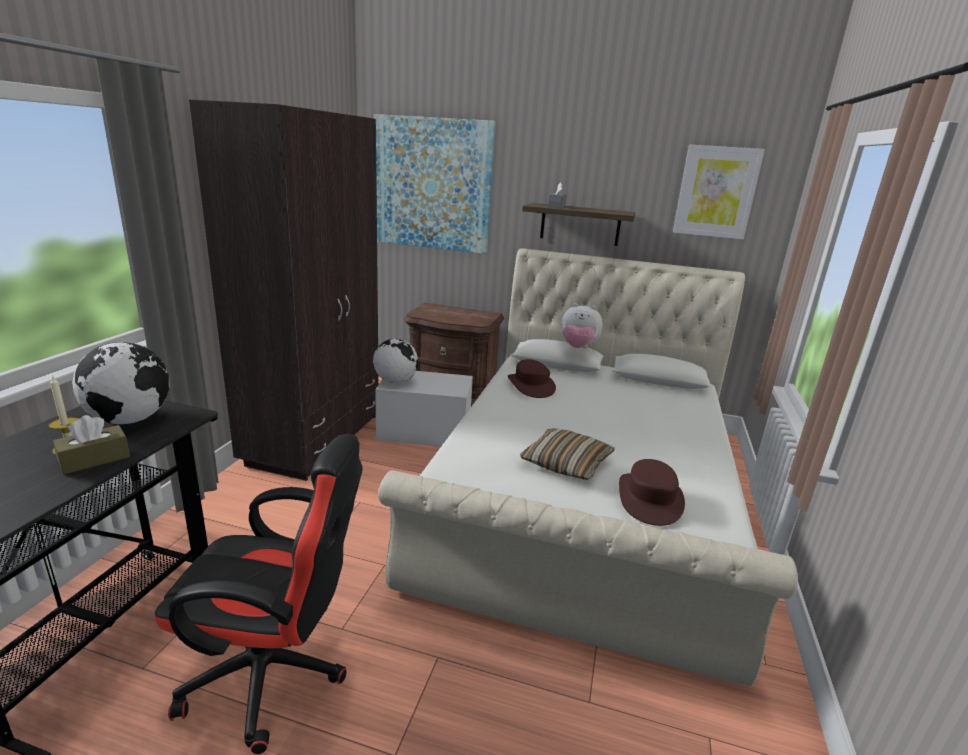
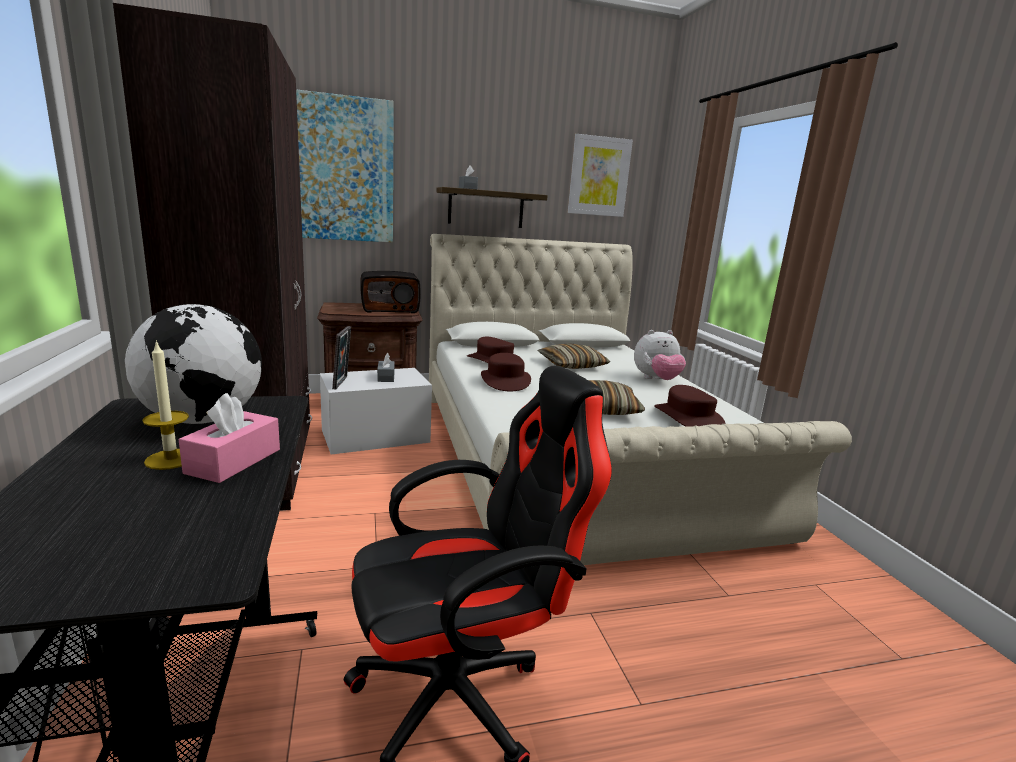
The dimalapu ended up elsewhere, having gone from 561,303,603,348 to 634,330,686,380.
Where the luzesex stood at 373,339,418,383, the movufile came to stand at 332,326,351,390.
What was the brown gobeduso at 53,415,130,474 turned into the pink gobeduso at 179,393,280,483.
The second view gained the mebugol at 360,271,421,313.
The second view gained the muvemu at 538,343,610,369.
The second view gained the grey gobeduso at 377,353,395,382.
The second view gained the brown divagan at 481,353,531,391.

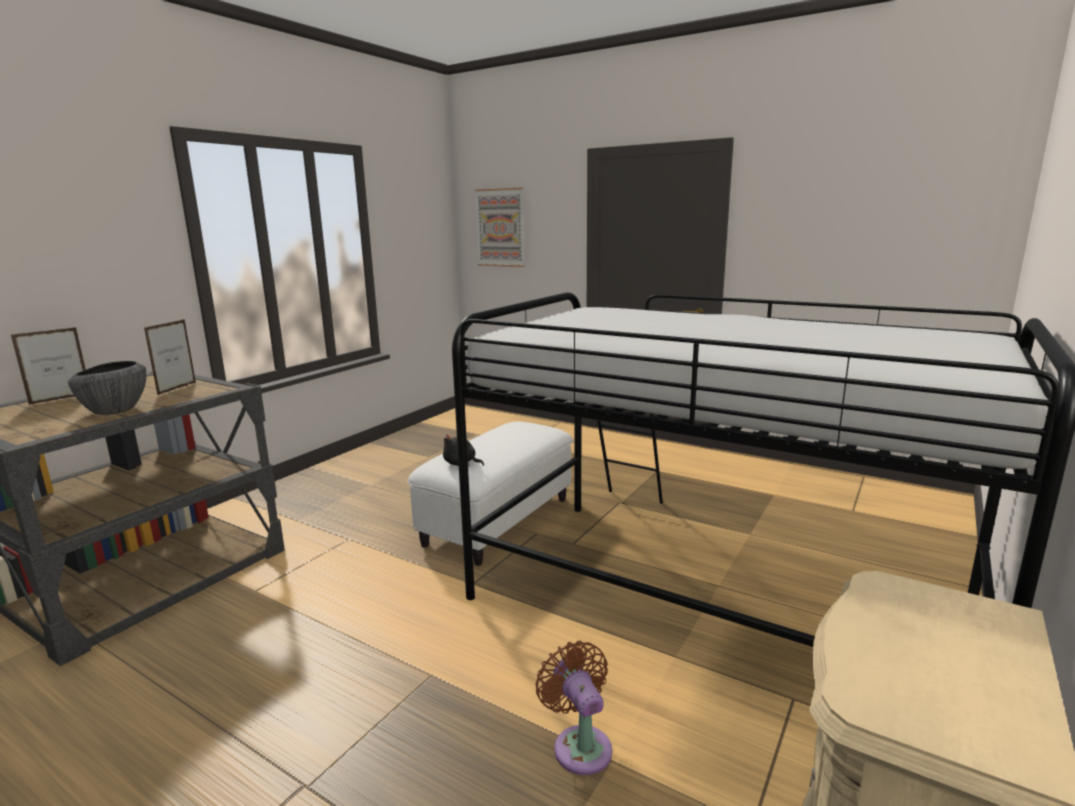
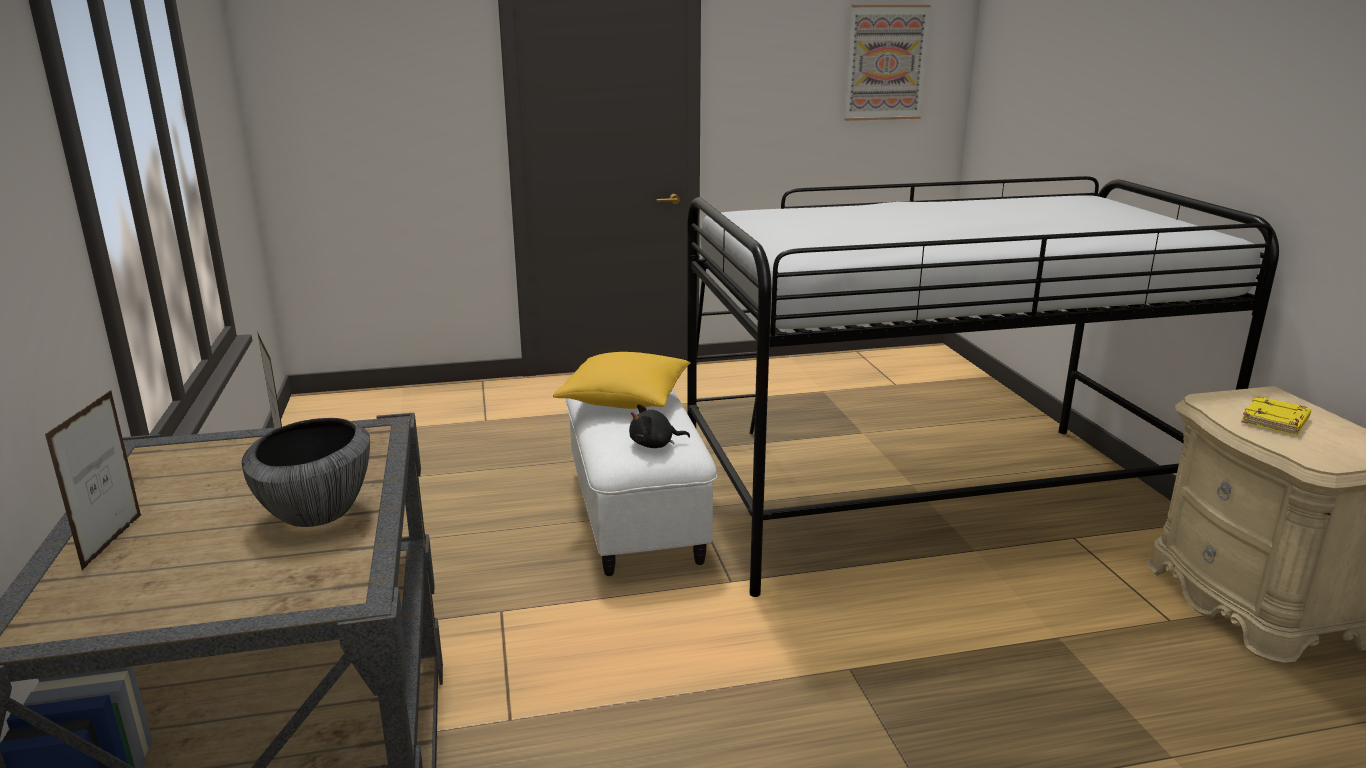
The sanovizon ended up elsewhere, having gone from 475,188,525,267 to 845,5,931,121.
The second view lost the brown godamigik at 536,641,612,775.
The second view gained the yellow muvemu at 553,352,690,409.
The second view gained the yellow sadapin at 1241,396,1311,435.

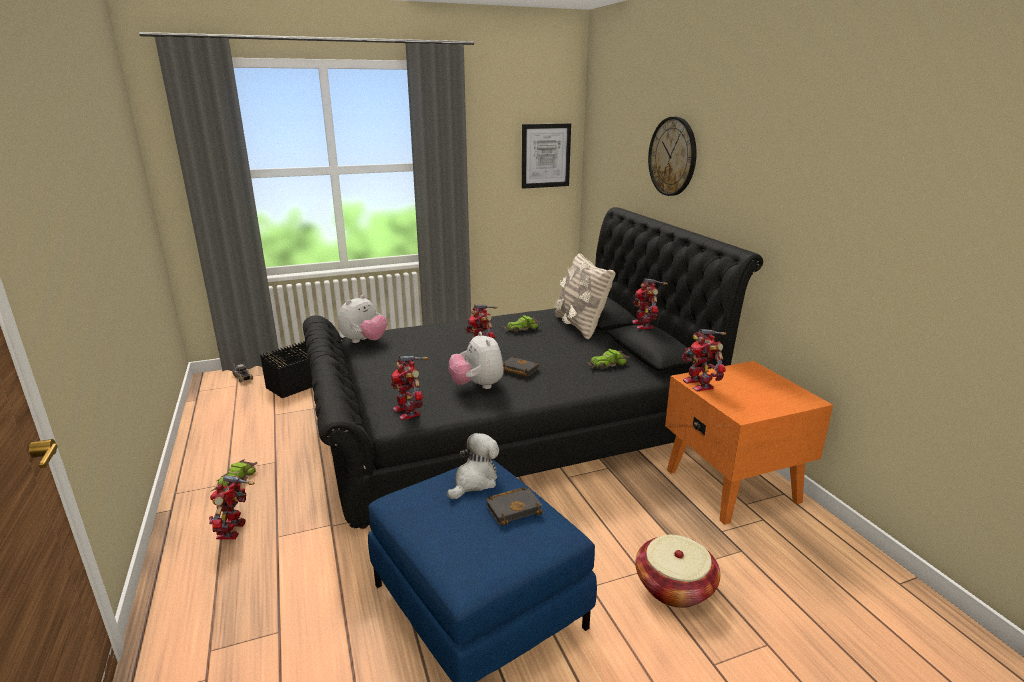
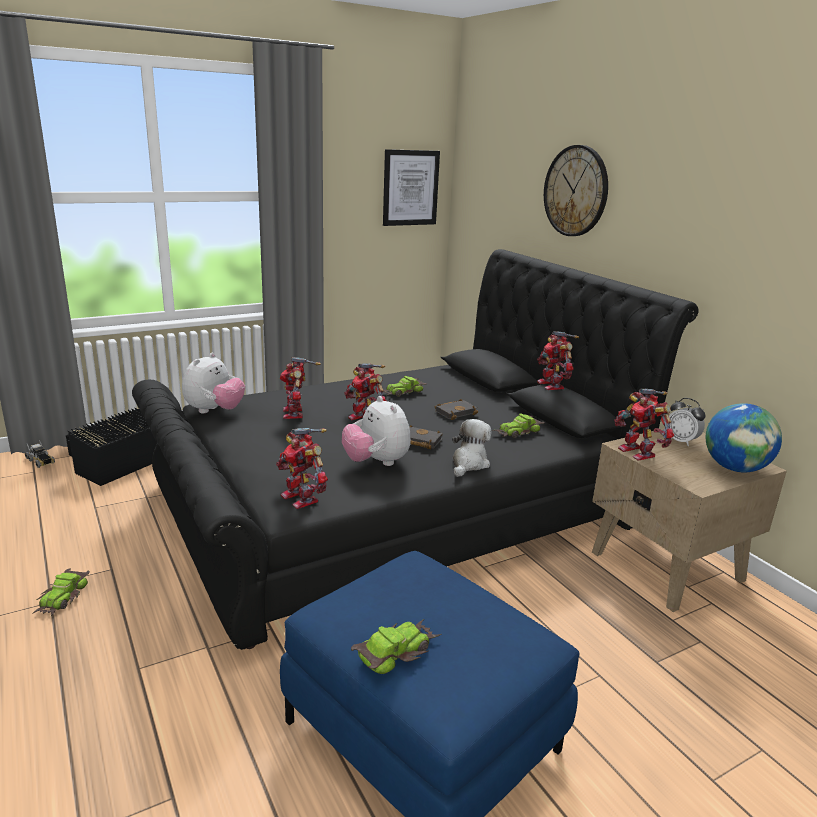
The second view lost the beige muvemu at 554,253,615,339.
What was the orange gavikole at 665,361,833,525 turned into the beige gavikole at 592,428,787,612.
The dimalapu ended up elsewhere, having gone from 447,433,499,499 to 452,419,491,477.
The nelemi ended up elsewhere, having gone from 209,475,254,539 to 280,357,321,419.
The black sadapin ended up elsewhere, having gone from 486,487,543,526 to 435,399,478,420.
The second view lost the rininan at 635,535,720,608.
The second view gained the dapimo at 669,398,705,446.
The second view gained the luzesex at 706,403,782,472.
The second view gained the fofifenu at 351,619,442,674.

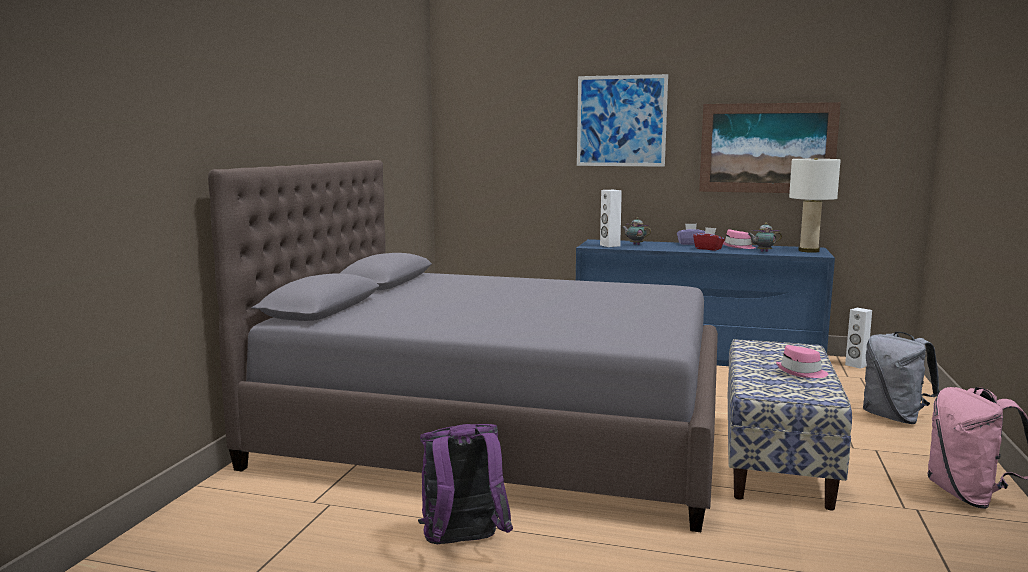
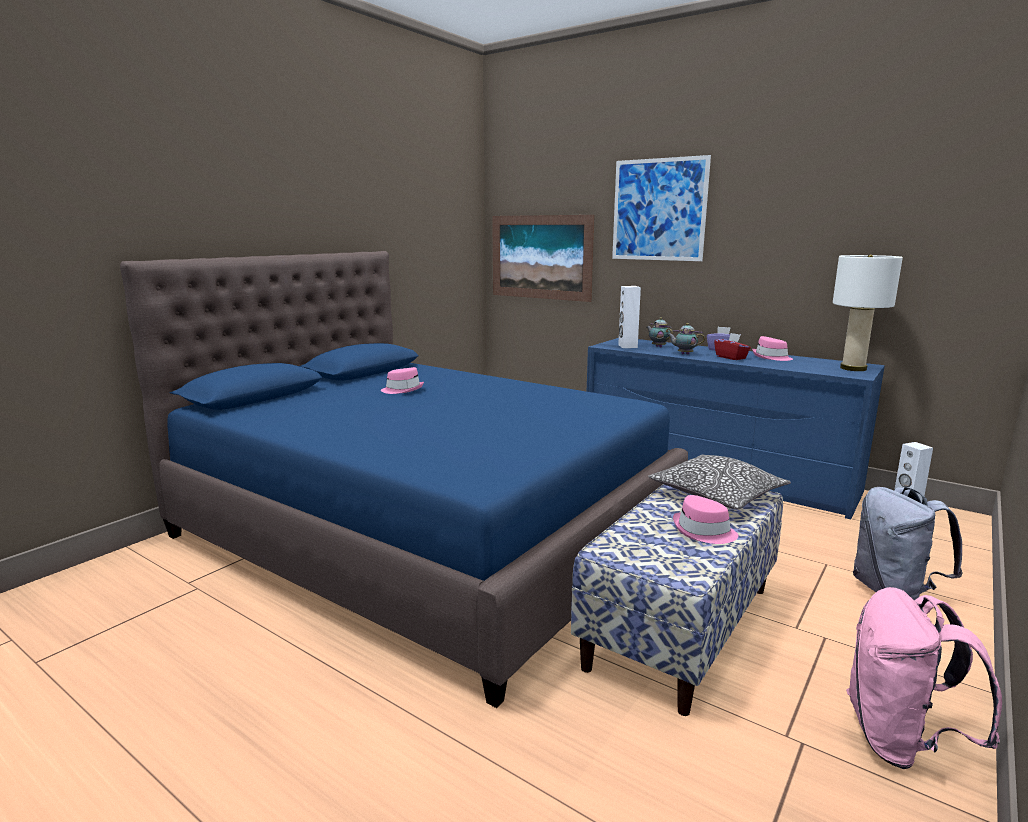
The sanovizon ended up elsewhere, having gone from 699,102,841,193 to 492,215,595,302.
What was the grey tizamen at 208,160,718,532 turned into the blue tizamen at 120,251,688,708.
The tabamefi ended up elsewhere, having gone from 748,223,782,252 to 667,323,705,355.
The second view lost the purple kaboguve at 418,424,513,544.
The second view gained the pink divagan at 381,367,424,394.
The second view gained the muvemu at 648,454,791,509.

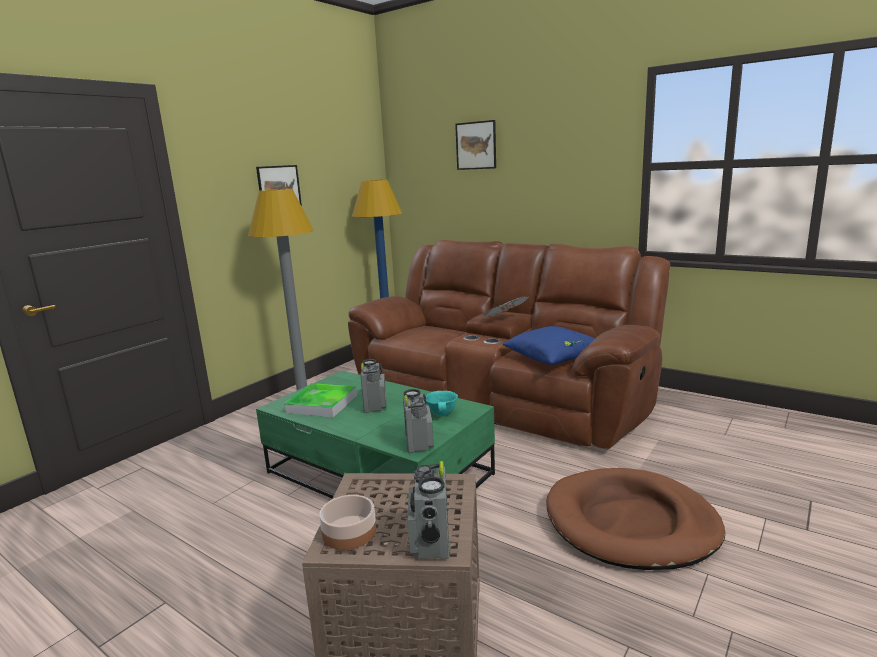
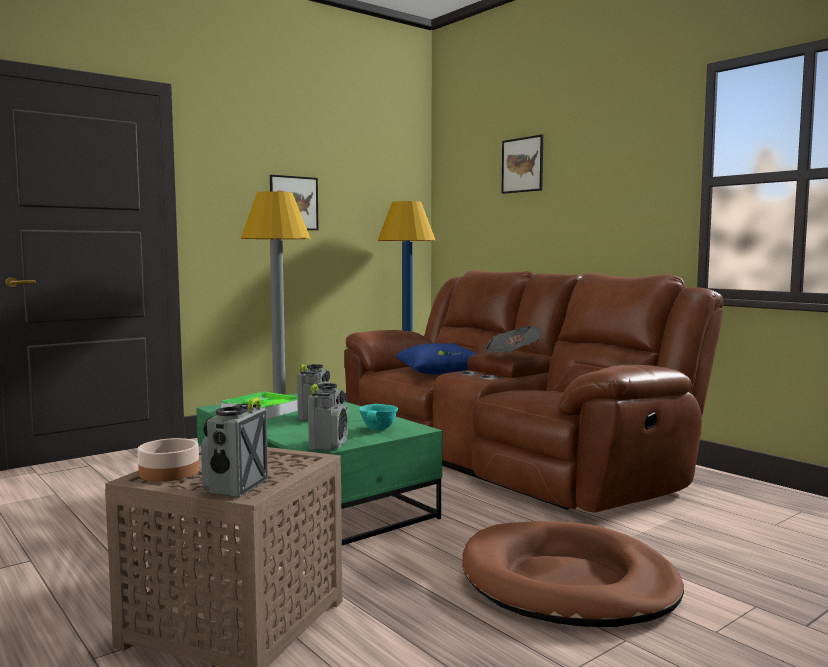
The blue muvemu ended up elsewhere, having gone from 503,326,595,365 to 395,343,477,375.

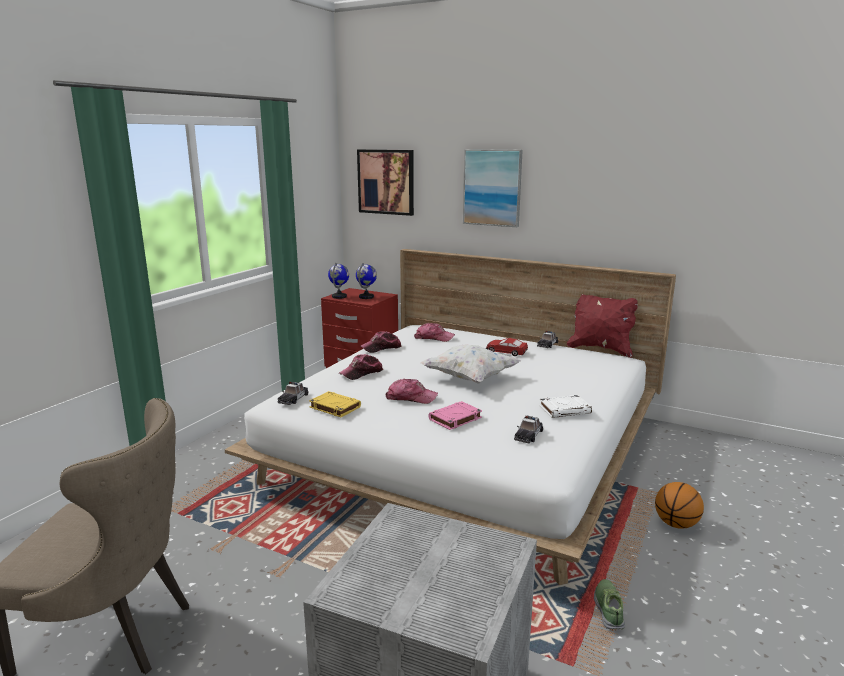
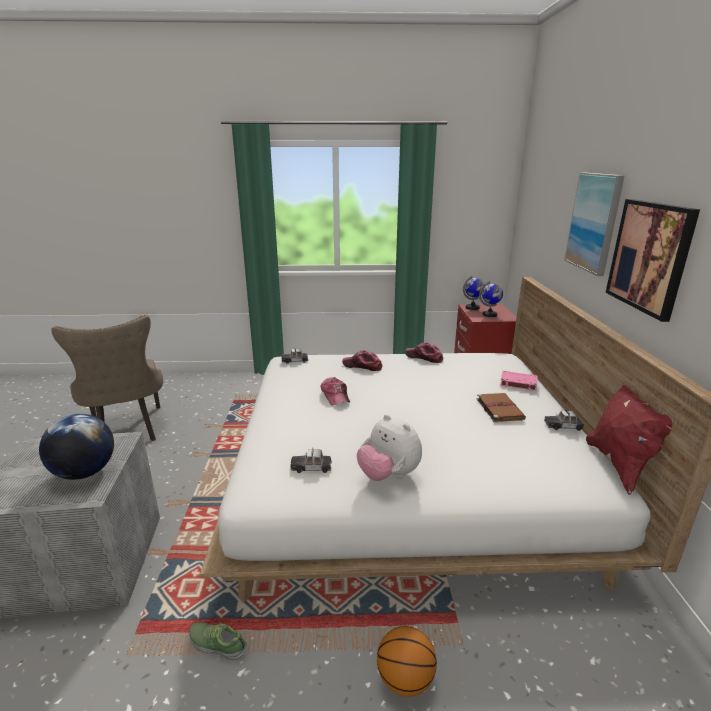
The sanovizon ended up elsewhere, having gone from 357,149,414,216 to 606,199,700,322.
The second view lost the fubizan at 414,323,455,342.
Where the fofifenu stood at 485,338,528,356, the brown sadapin came to stand at 476,393,526,422.
The second view lost the white muvemu at 420,344,521,384.
The second view lost the yellow sadapin at 309,391,361,417.
Where the white sadapin stood at 539,395,592,418, the dimalapu came to stand at 357,414,422,481.
The pink sadapin ended up elsewhere, having gone from 428,401,482,430 to 500,371,537,391.
The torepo at 594,579,625,630 ended up facing another way, 135 degrees counterclockwise from before.
The second view gained the luzesex at 39,414,114,480.

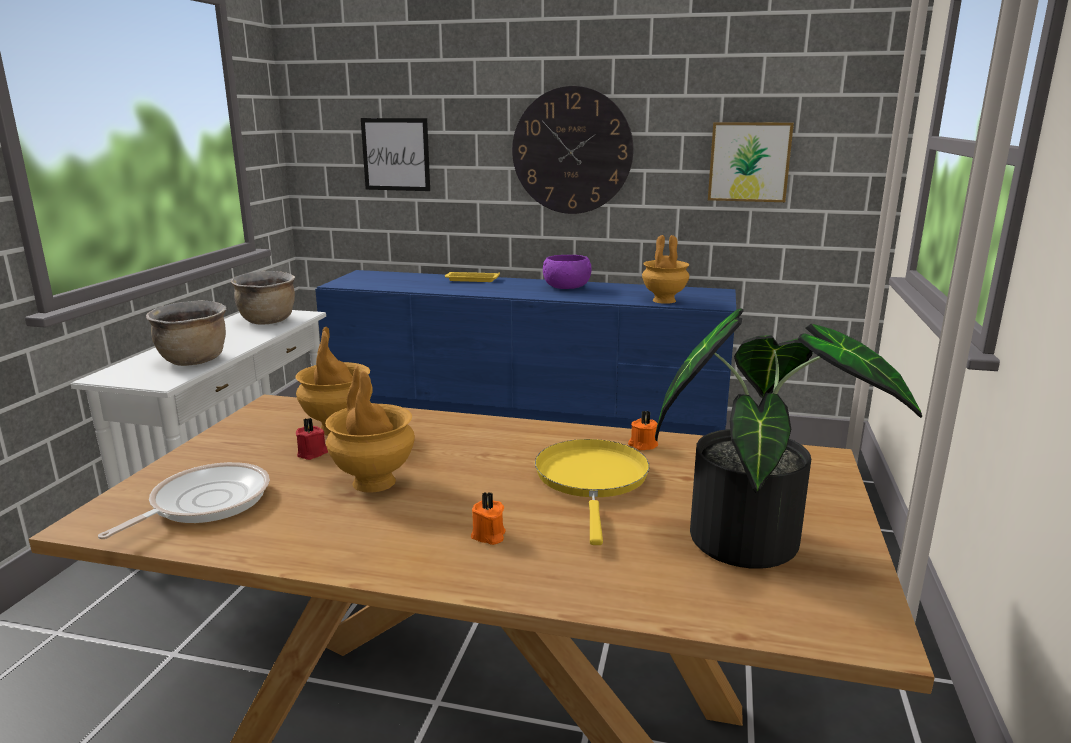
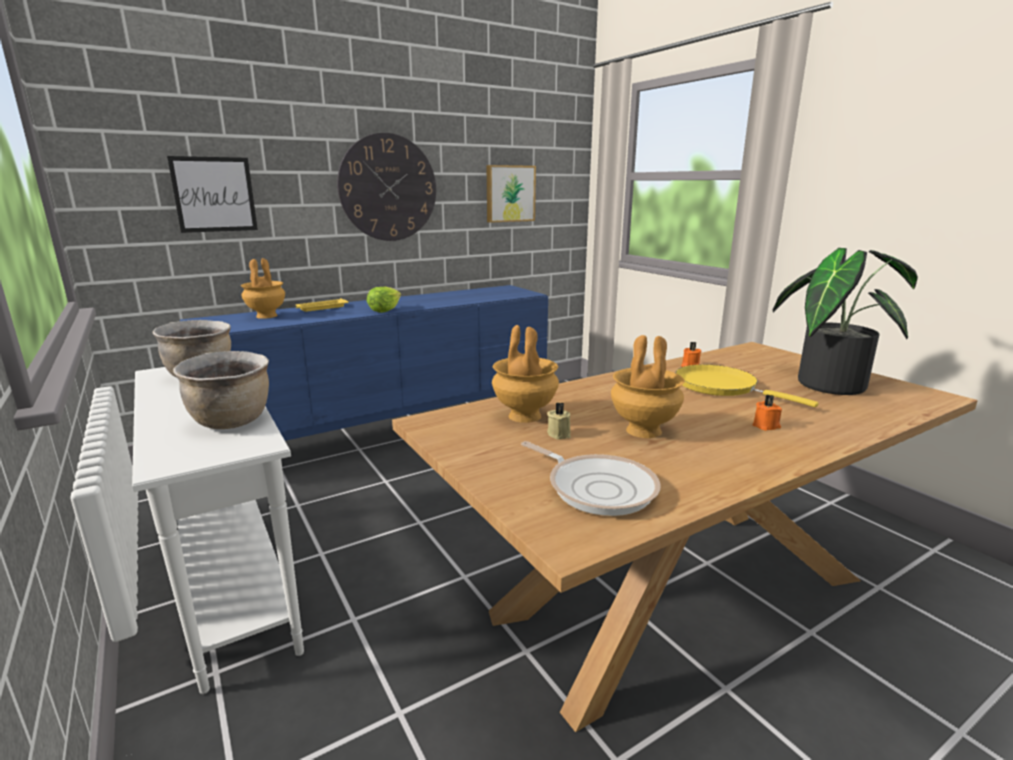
The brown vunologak ended up elsewhere, having gone from 642,235,689,304 to 240,258,285,319.
The second view lost the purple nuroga at 543,255,592,289.
What was the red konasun at 296,418,328,460 turned into the beige konasun at 547,402,571,439.
The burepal at 98,462,270,539 ended up facing another way, 150 degrees clockwise from before.
The second view gained the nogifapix at 367,287,401,313.

